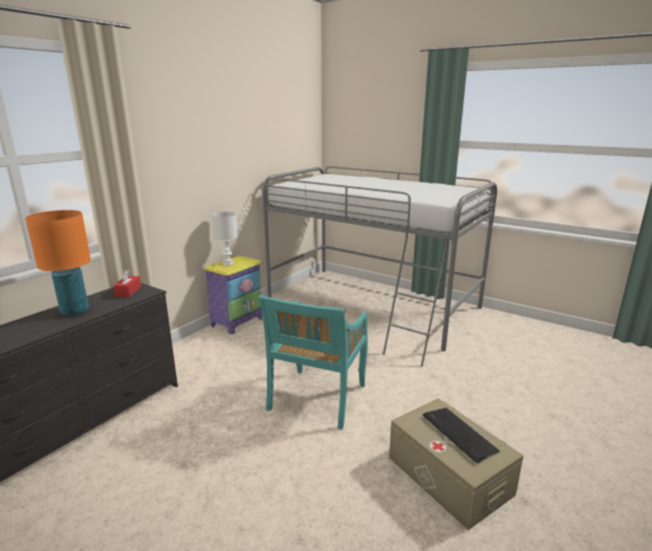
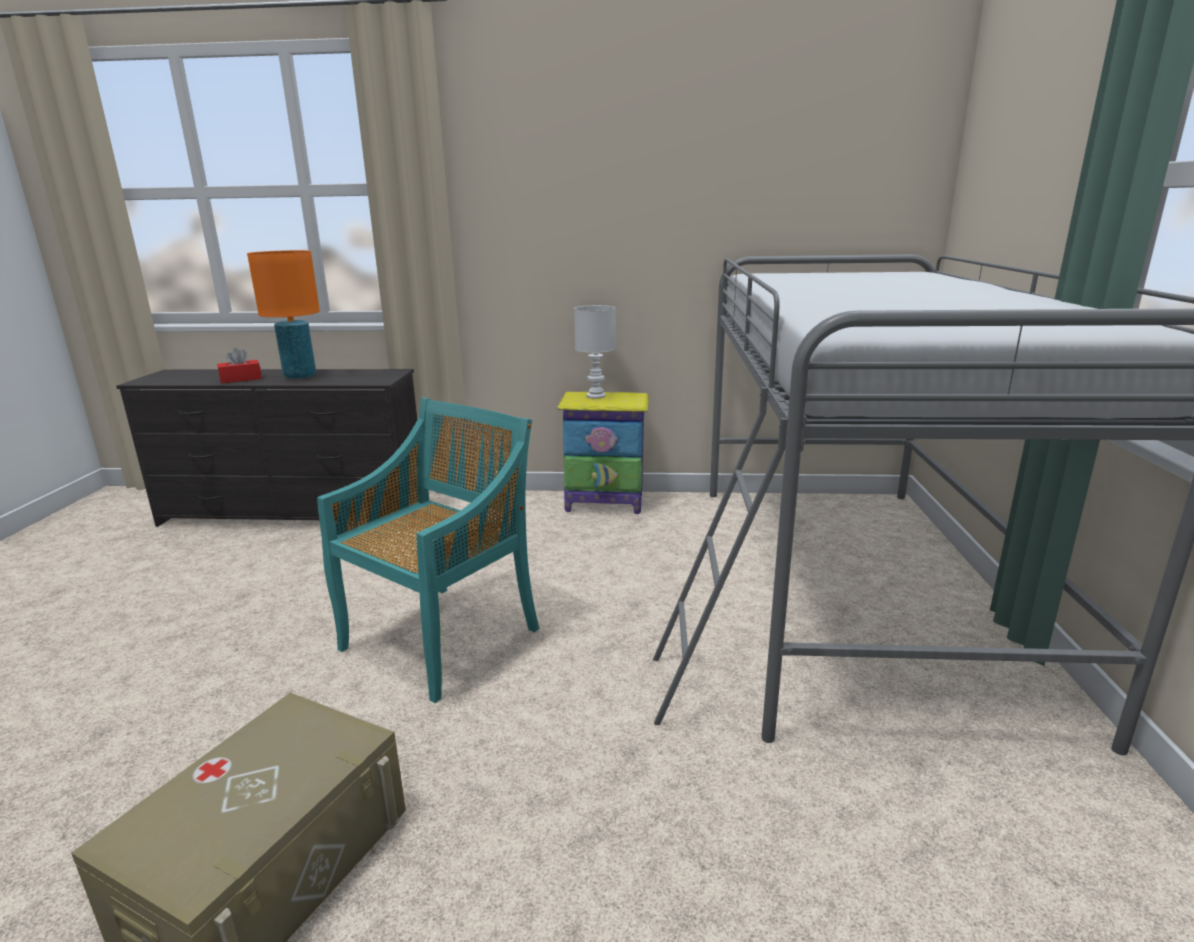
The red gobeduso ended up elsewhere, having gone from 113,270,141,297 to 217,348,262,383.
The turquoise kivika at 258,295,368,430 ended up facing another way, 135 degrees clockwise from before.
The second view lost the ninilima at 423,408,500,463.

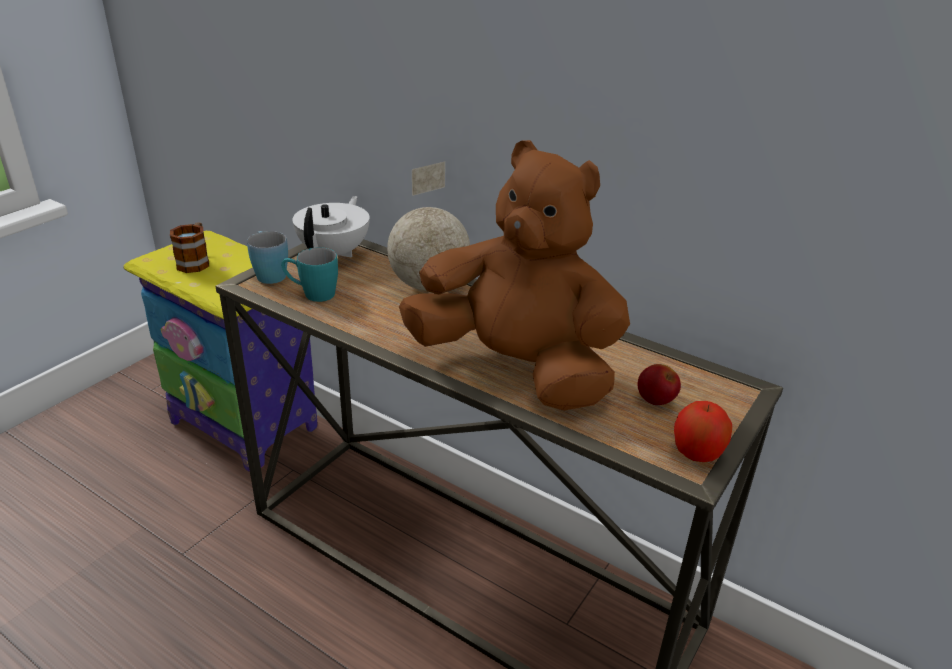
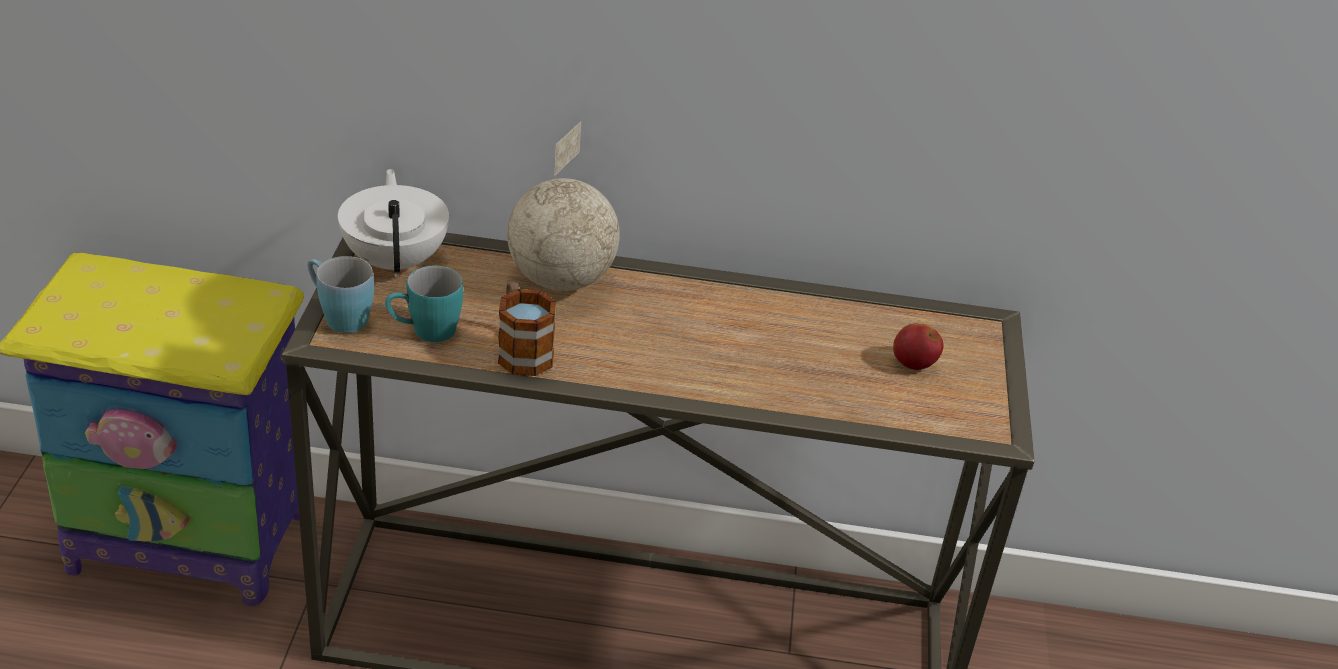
The second view lost the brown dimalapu at 399,140,630,411.
The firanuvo ended up elsewhere, having gone from 170,222,209,273 to 498,281,556,376.
The second view lost the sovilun at 674,401,732,462.

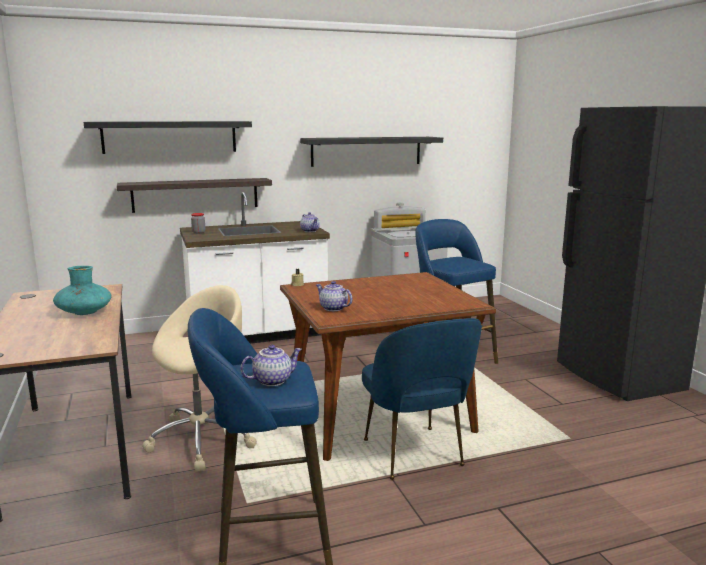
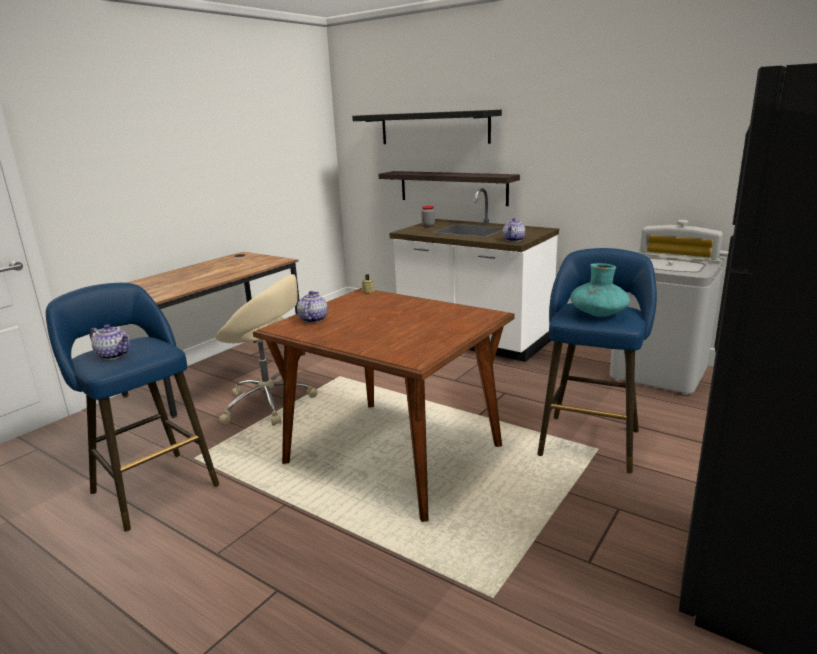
The second view lost the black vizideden at 300,137,443,167.
The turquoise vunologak ended up elsewhere, having gone from 53,266,111,315 to 570,263,630,317.
The second view lost the blue kivika at 362,318,482,480.

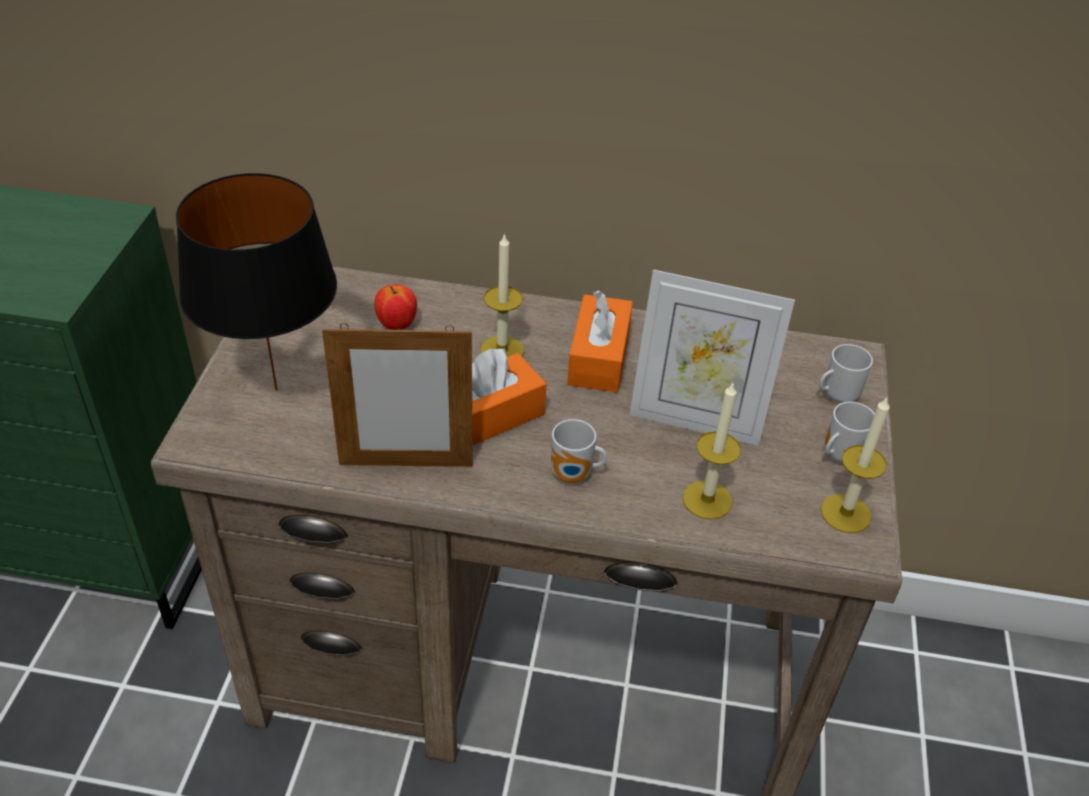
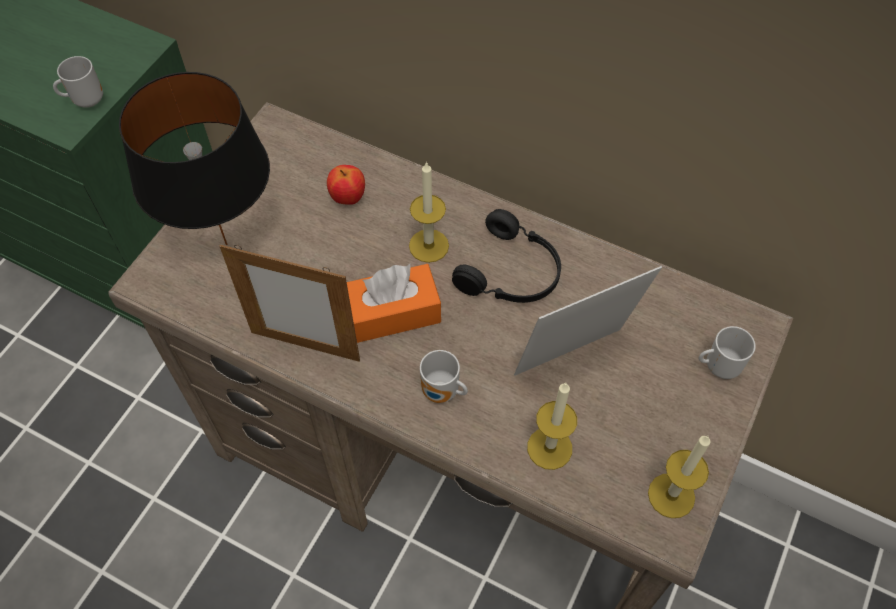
The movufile at 630,270,795,446 ended up facing another way, 120 degrees clockwise from before.
Where the orange gobeduso stood at 567,290,633,393, the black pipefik came to stand at 452,209,561,303.
The firanuvo ended up elsewhere, having gone from 825,401,875,463 to 53,56,103,107.

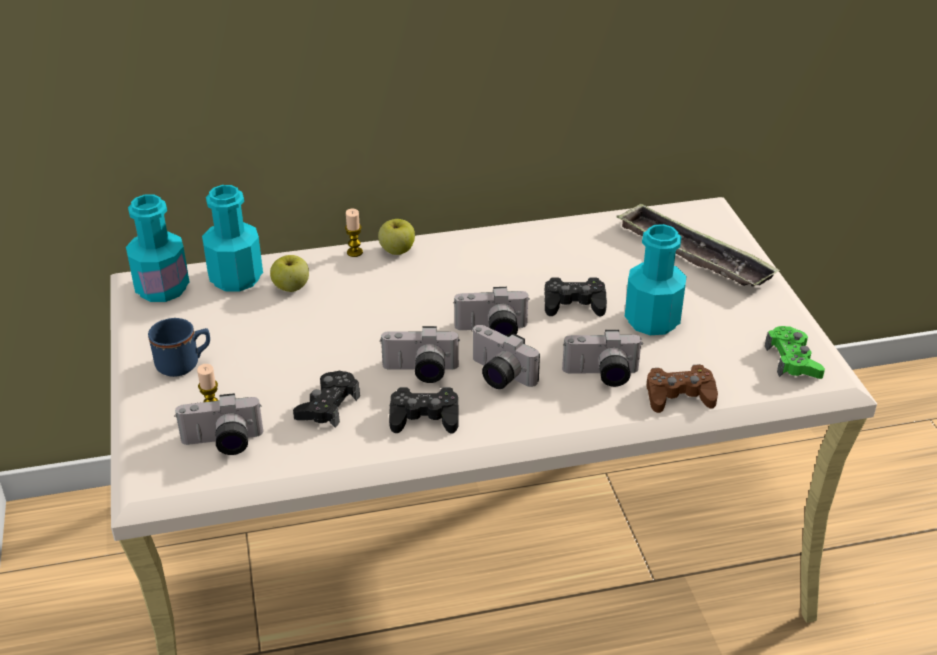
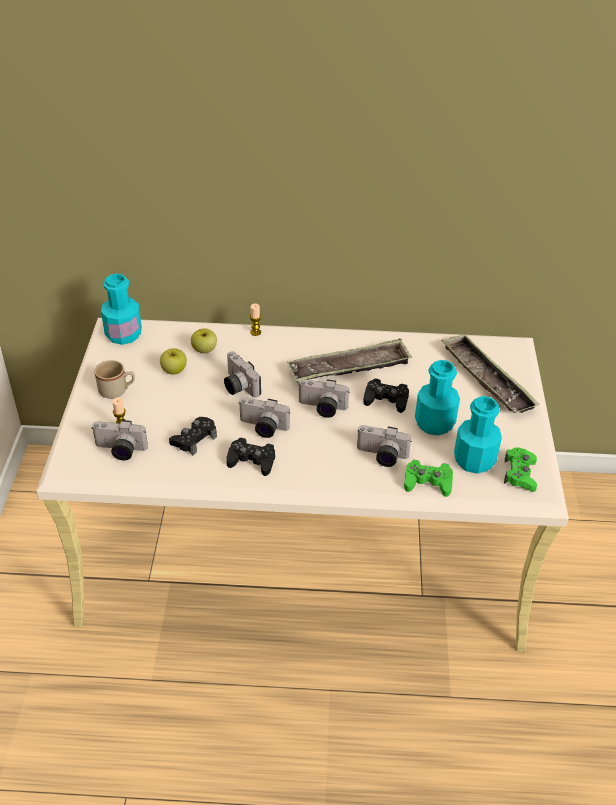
The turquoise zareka ended up elsewhere, having gone from 202,185,263,292 to 454,396,502,474.
The sovilun ended up elsewhere, having gone from 378,219,415,255 to 160,348,187,375.
What was the blue firanuvo at 148,318,210,377 turned into the beige firanuvo at 94,360,135,399.
The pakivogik ended up elsewhere, having gone from 471,325,540,389 to 224,352,261,397.
What was the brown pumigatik at 646,364,718,413 turned into the green pumigatik at 404,460,453,497.
The second view gained the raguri at 287,338,412,383.

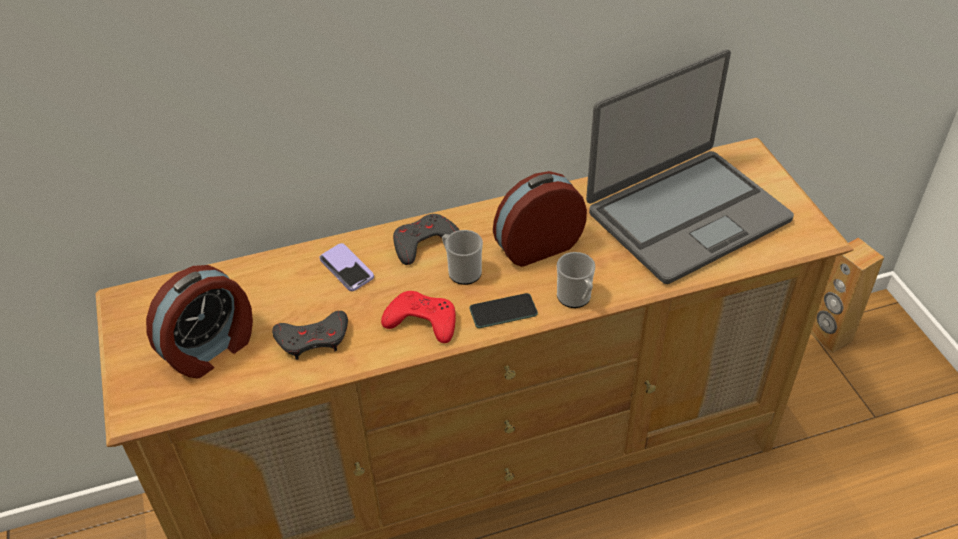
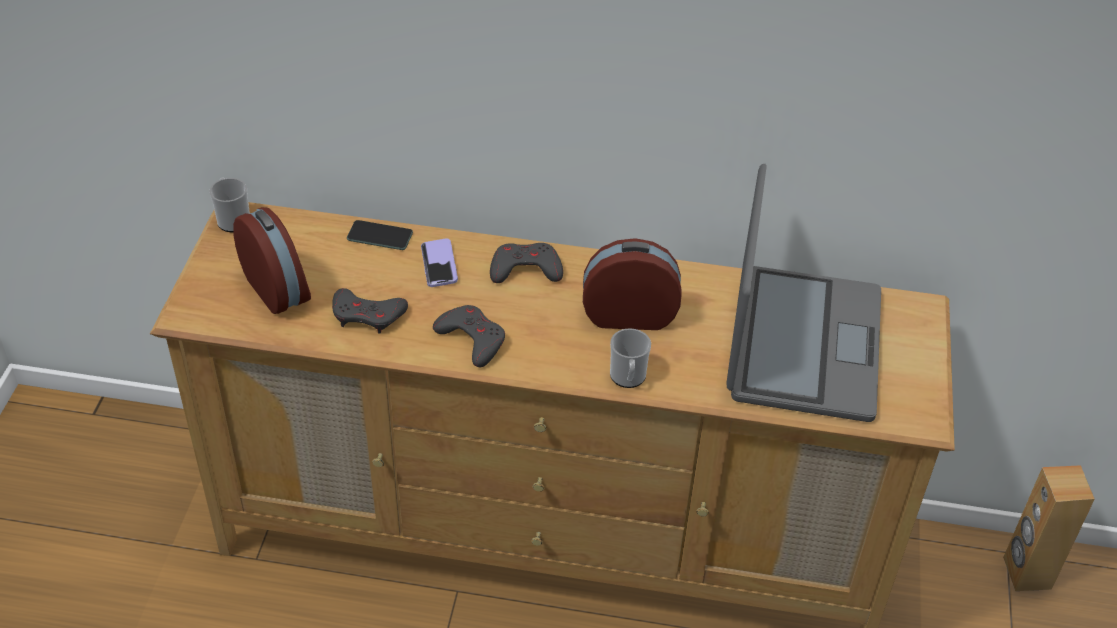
The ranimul at 586,49,794,284 ended up facing another way, 75 degrees counterclockwise from before.
The firanuvo ended up elsewhere, having gone from 442,230,483,285 to 209,178,250,232.
The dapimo at 146,265,253,379 ended up facing another way, 105 degrees counterclockwise from before.
What was the red pumigatik at 381,291,456,343 turned into the grey pumigatik at 433,305,505,367.
The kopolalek ended up elsewhere, having gone from 469,293,538,328 to 347,220,413,250.

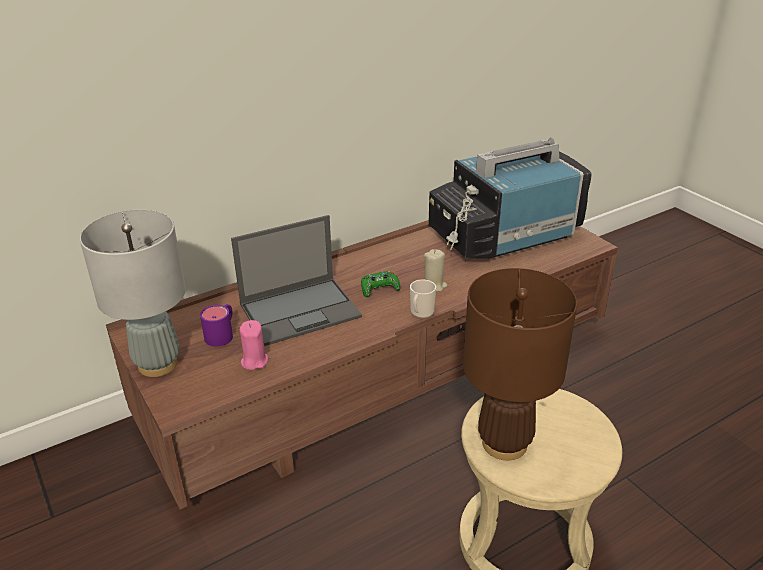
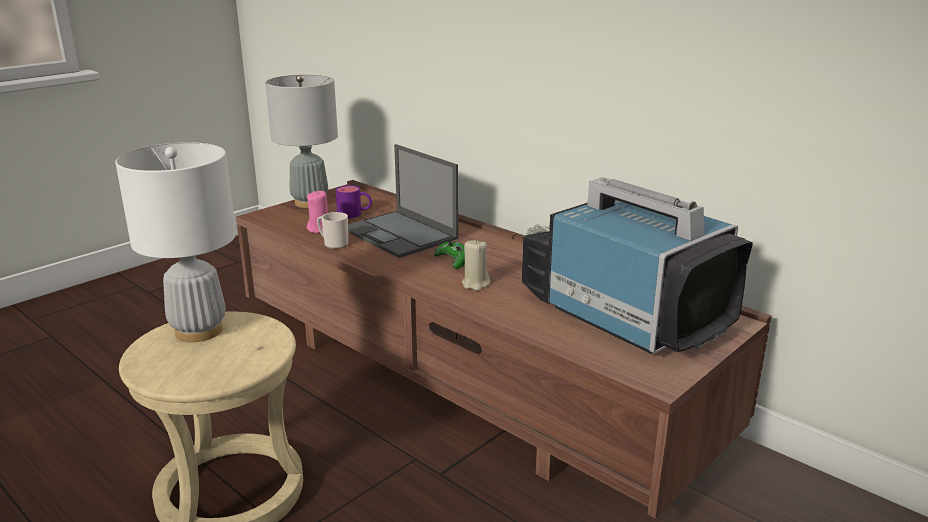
What was the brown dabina at 463,268,577,460 turned into the white dabina at 115,142,236,342.
The firanuvo ended up elsewhere, having gone from 410,280,436,318 to 317,212,348,249.

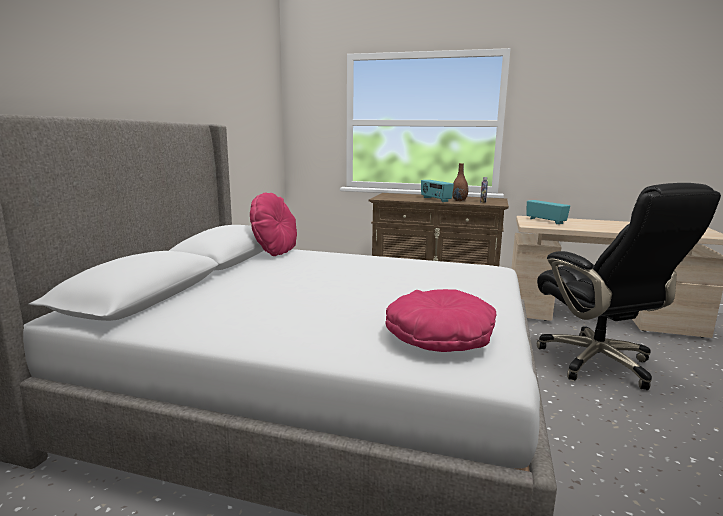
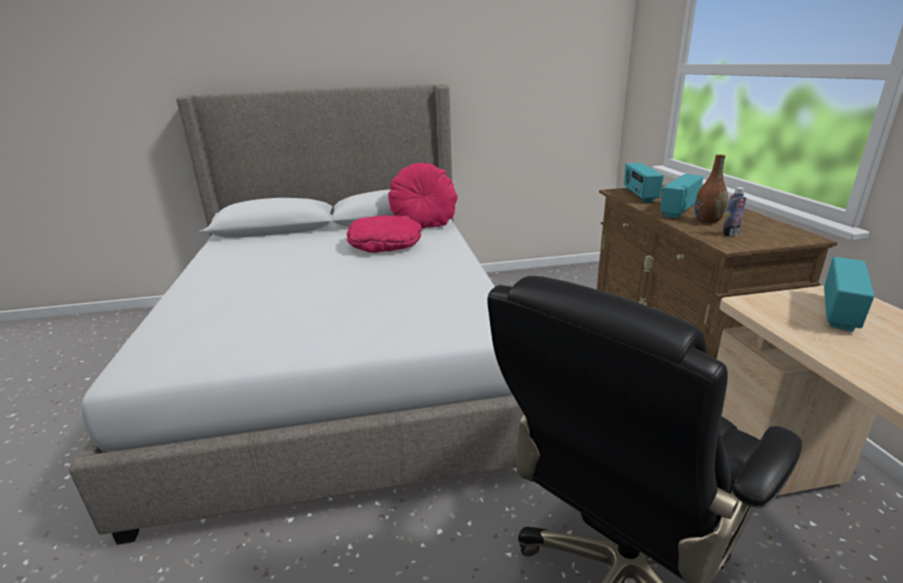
The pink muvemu ended up elsewhere, having gone from 385,289,496,352 to 347,215,422,253.
The second view gained the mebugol at 624,163,664,203.

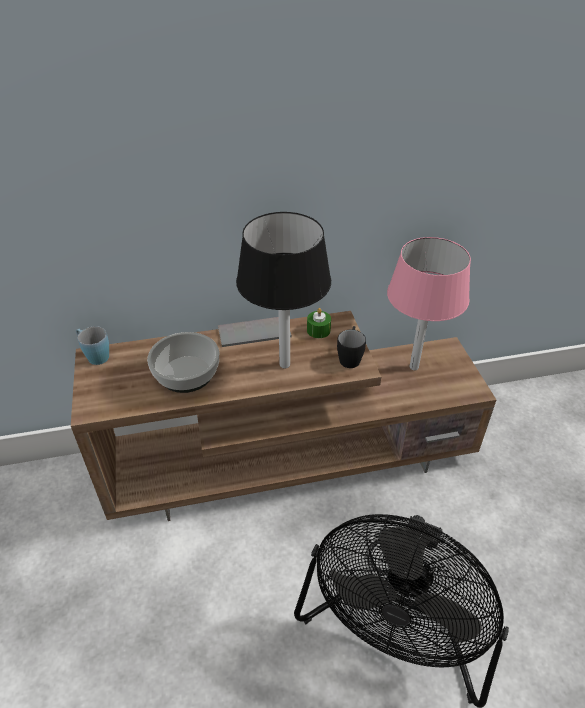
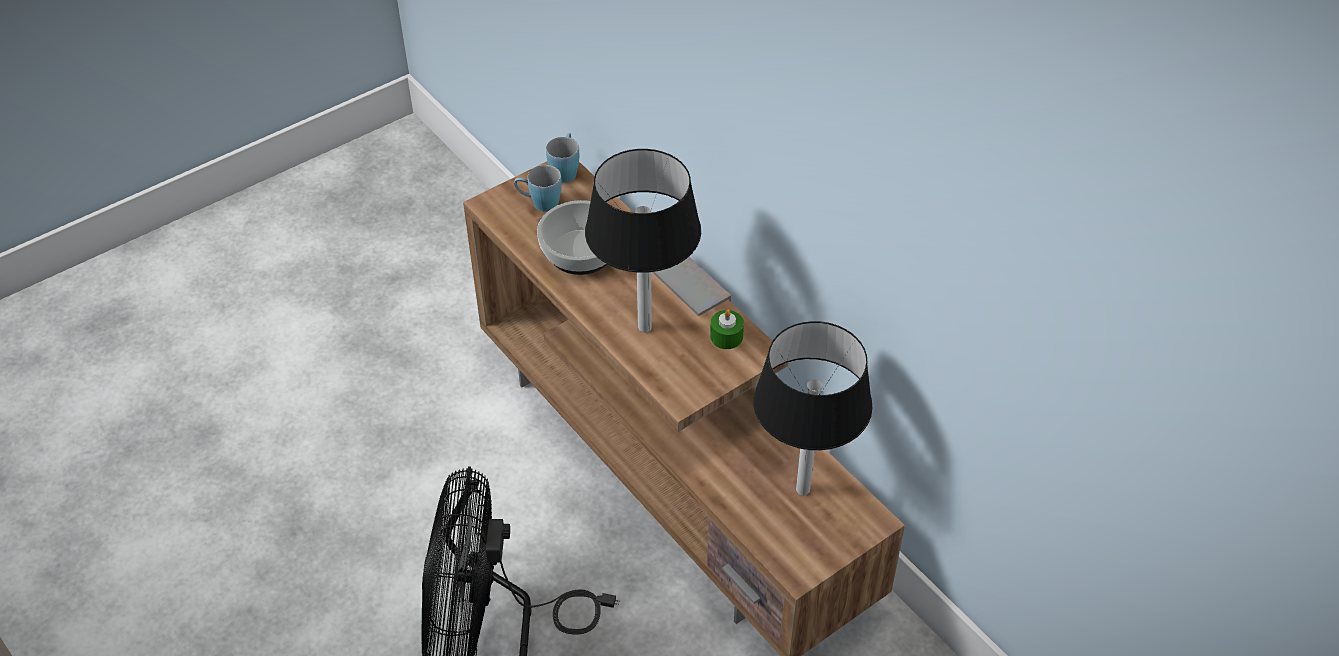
What was the pink dabina at 387,237,471,370 turned into the black dabina at 753,321,873,496.
The second view lost the black firanuvo at 337,326,366,368.
The second view gained the blue firanuvo at 514,165,562,212.

